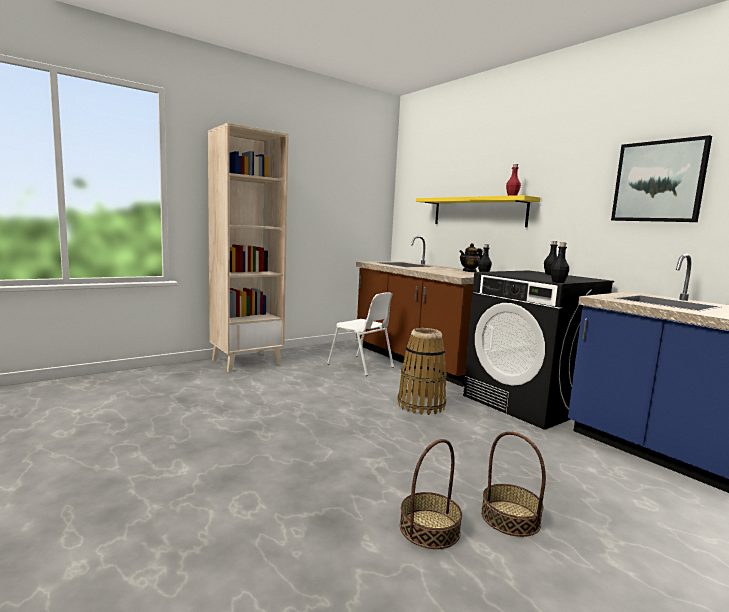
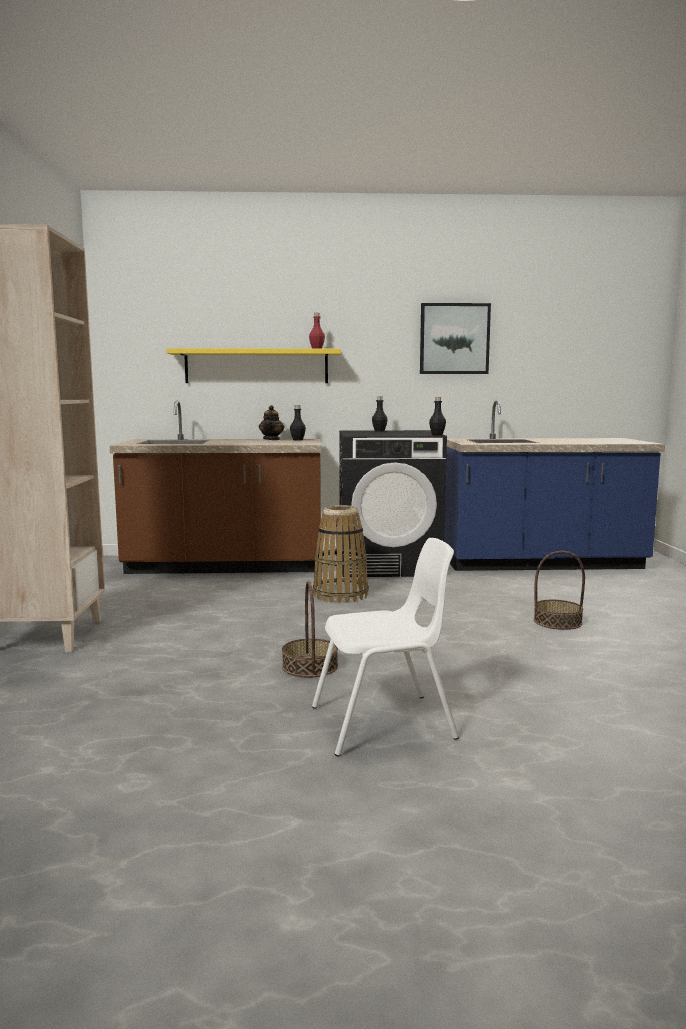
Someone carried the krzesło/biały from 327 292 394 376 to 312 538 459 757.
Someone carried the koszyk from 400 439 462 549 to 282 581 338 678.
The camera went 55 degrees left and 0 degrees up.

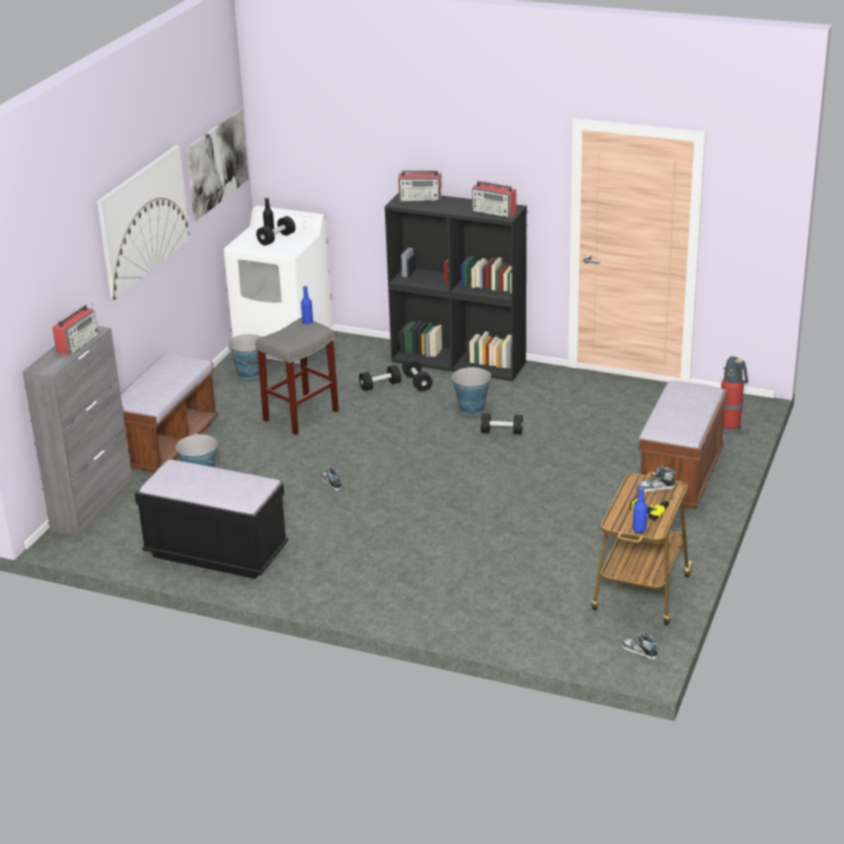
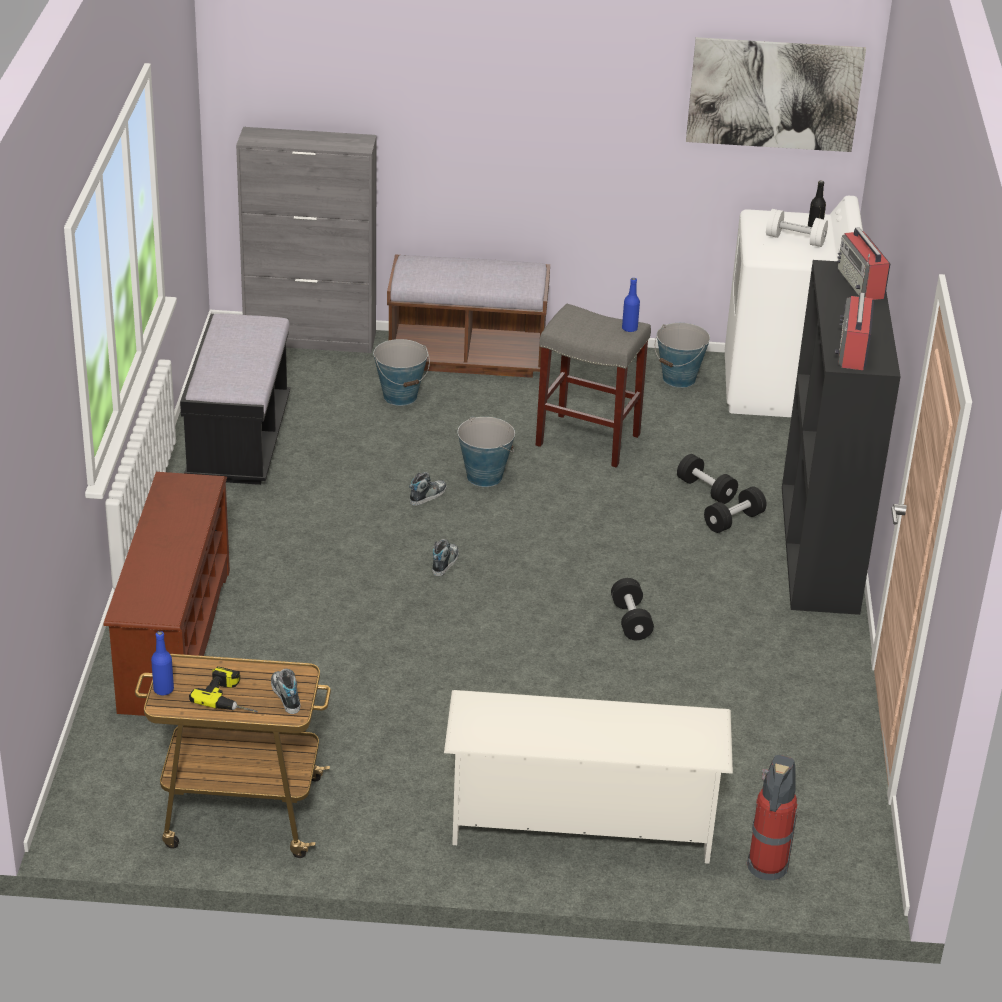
Someone took away the radio at 52 303 98 355.
Someone took away the obraz at 97 145 190 300.
Someone put down the regał na buty/brązowy at 103 472 230 716.
Someone carried the wiadro from 451 367 491 414 to 458 416 515 487.
Someone carried the but from 621 632 658 660 to 432 539 459 576.
Someone swapped the ławka/brązowy at 637 380 728 509 for the regał na buty/biały at 444 690 733 864.
Someone repainted the hantel/czarny at 256 216 295 246, which became the hantel/biały at 766 209 828 247.
The camera went 70 degrees right and 5 degrees up.

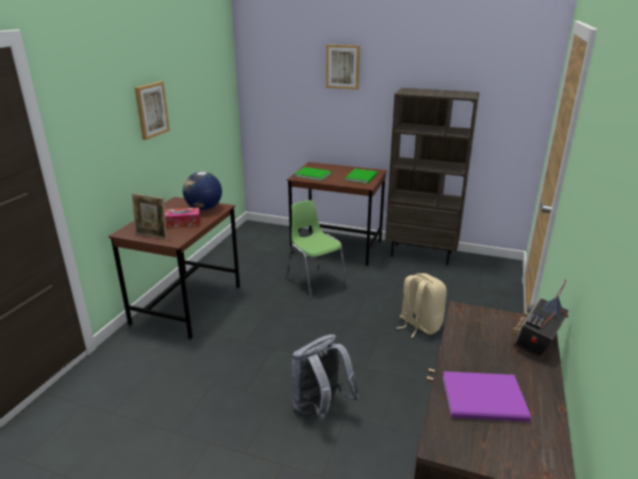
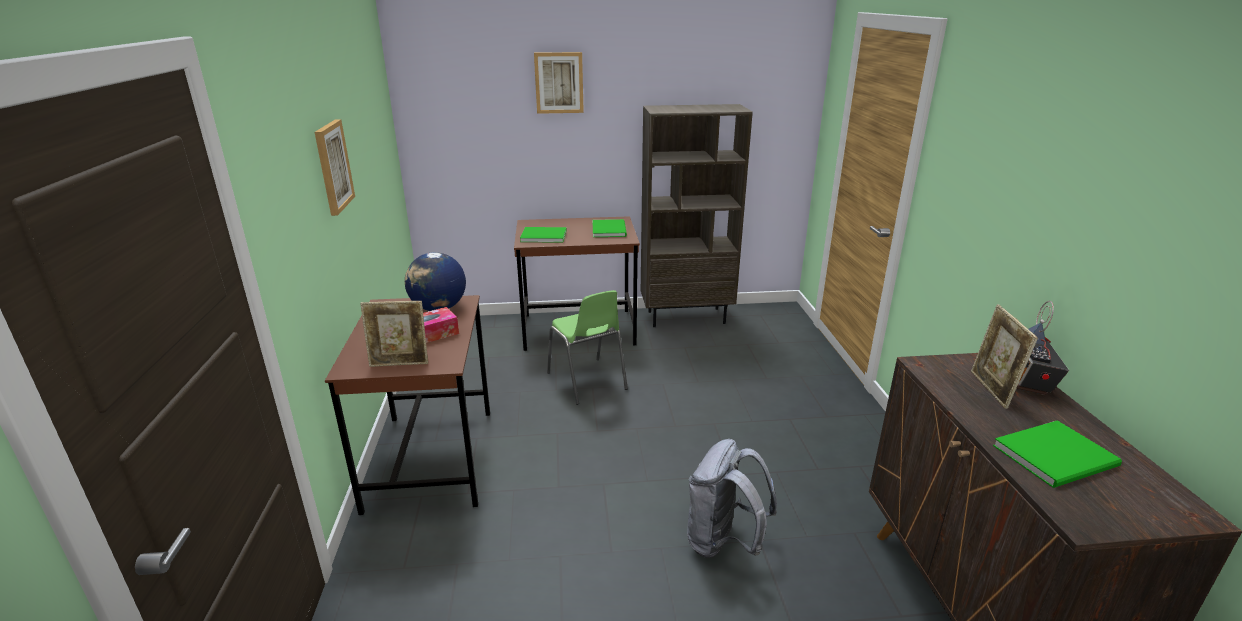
Someone took away the plecak/beżowy at 397 273 447 338.
Someone put down the ramka na zdjęcie at 971 304 1038 409.
Someone repainted the książka/fioletowy at 443 371 531 422, which became the książka/zielony at 993 420 1122 488.
Someone rotated the krzesło/zielony at 286 200 347 299 by 150 degrees counterclockwise.
The camera went 25 degrees left and 0 degrees up.

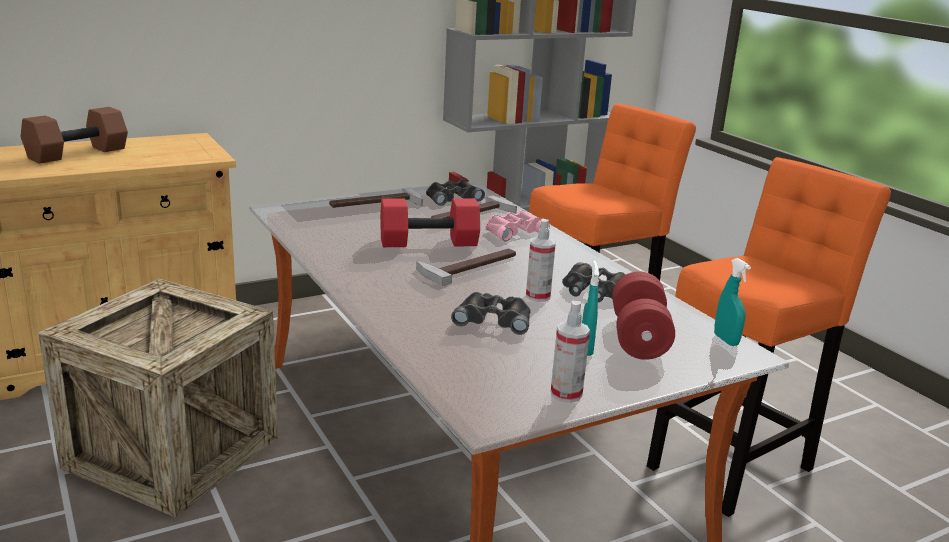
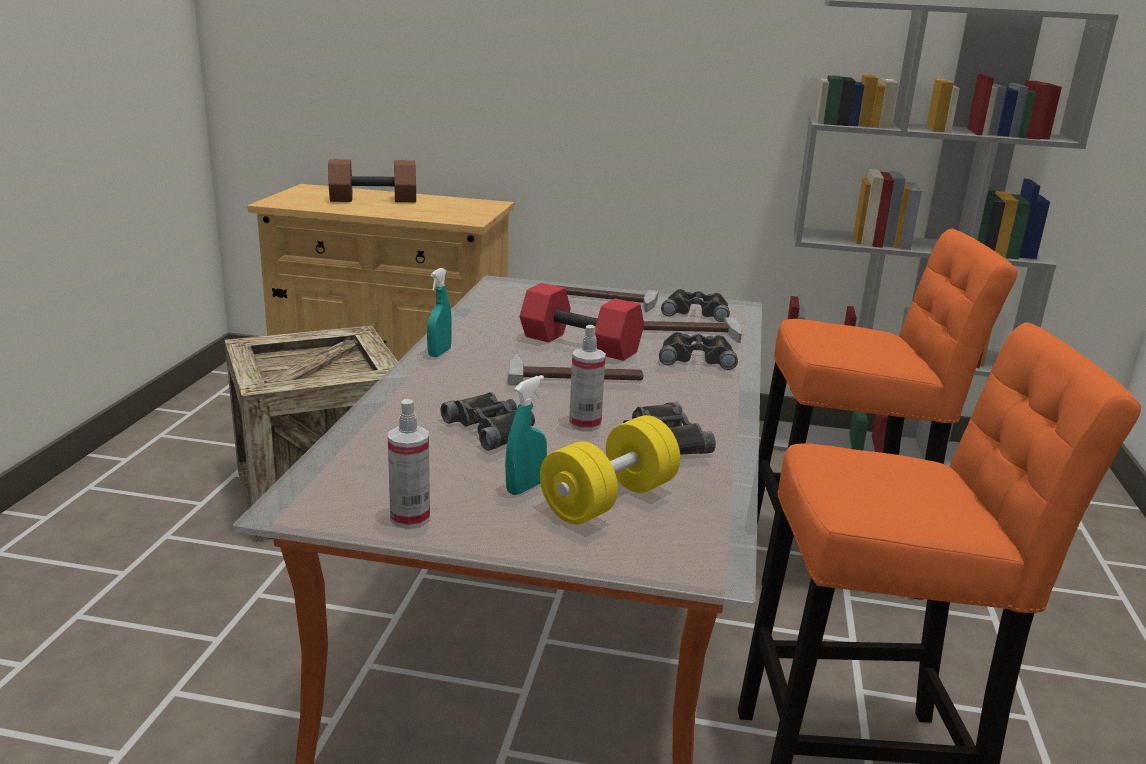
Someone carried the spryskiwacz/turkusowy from 714 258 751 346 to 427 268 452 357.
Someone repainted the lornetka/różowy at 485 210 550 241, which became the lornetka/czarny at 659 332 738 370.
Someone repainted the hantel/czerwony at 612 271 675 360, which became the hantel/żółty at 540 415 680 525.
The camera went 40 degrees right and 0 degrees up.

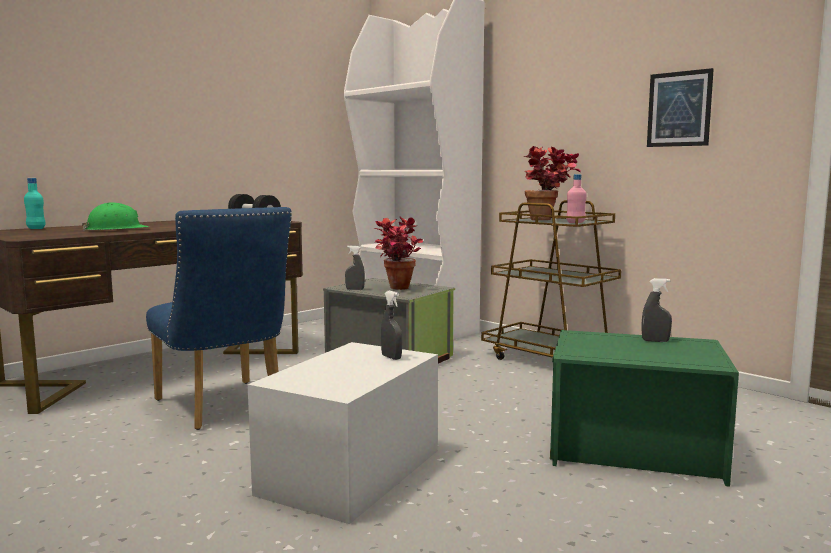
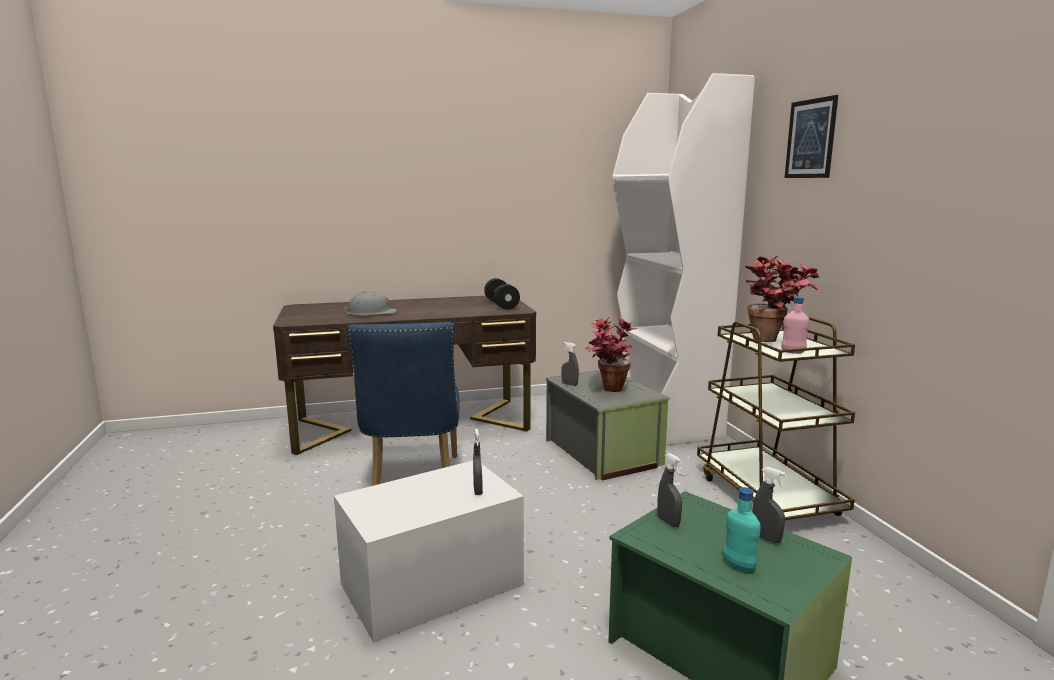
Someone put down the spryskiwacz/szary at 657 453 682 527.
Someone carried the butelka/turkusowy from 24 178 45 229 to 724 487 761 572.
Someone carried the obraz from 647 68 714 147 to 785 95 838 178.
Someone repainted the kask/zielony at 82 202 149 231, which became the kask/szary at 344 291 397 315.
The camera went 30 degrees right and 5 degrees up.

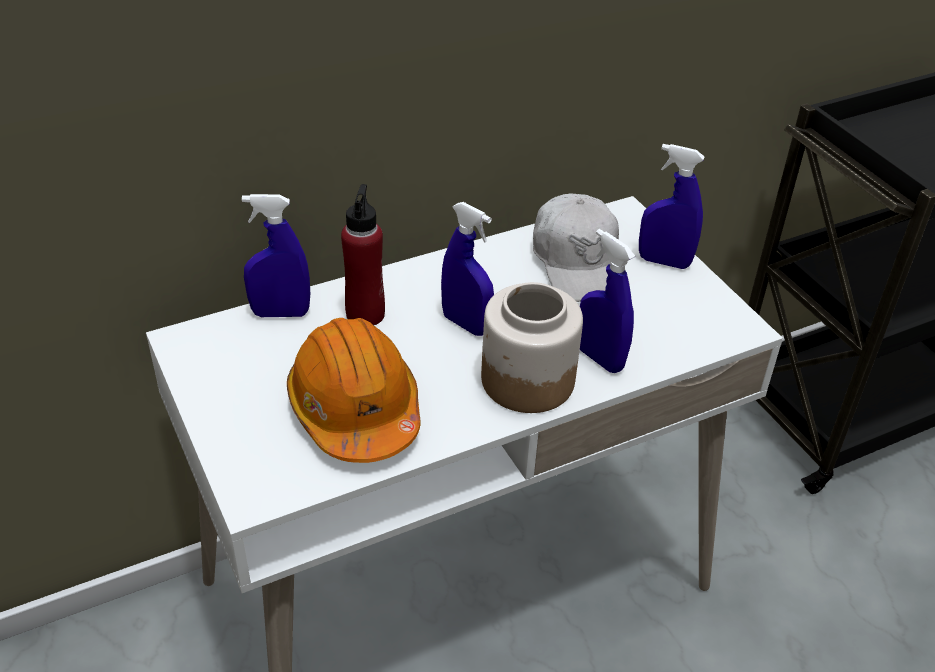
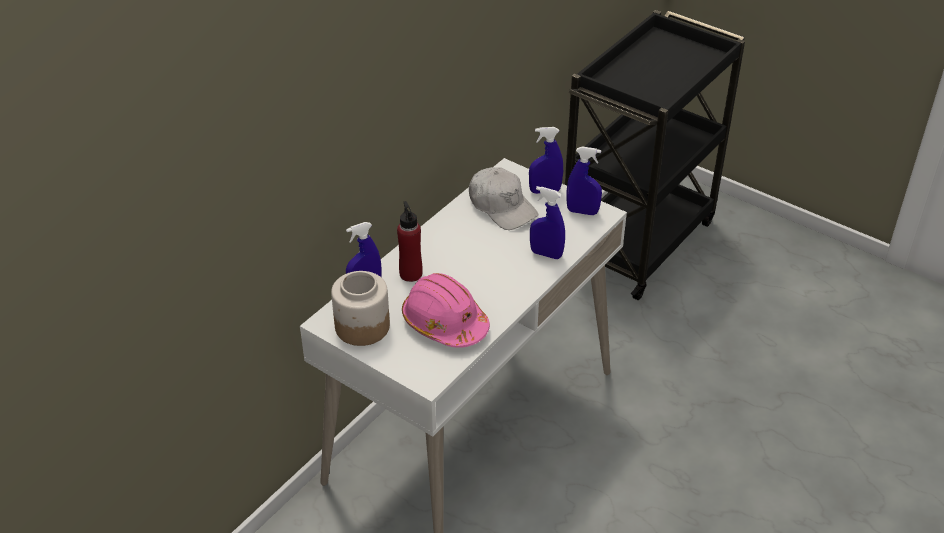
Someone carried the spryskiwacz/niebieski from 441 202 494 336 to 566 147 602 215.
Someone carried the słoik from 481 282 583 413 to 331 271 390 346.
Someone repainted the kask/pomarańczowy at 287 318 421 463, which became the kask/różowy at 402 273 490 348.
The camera went 25 degrees left and 0 degrees up.

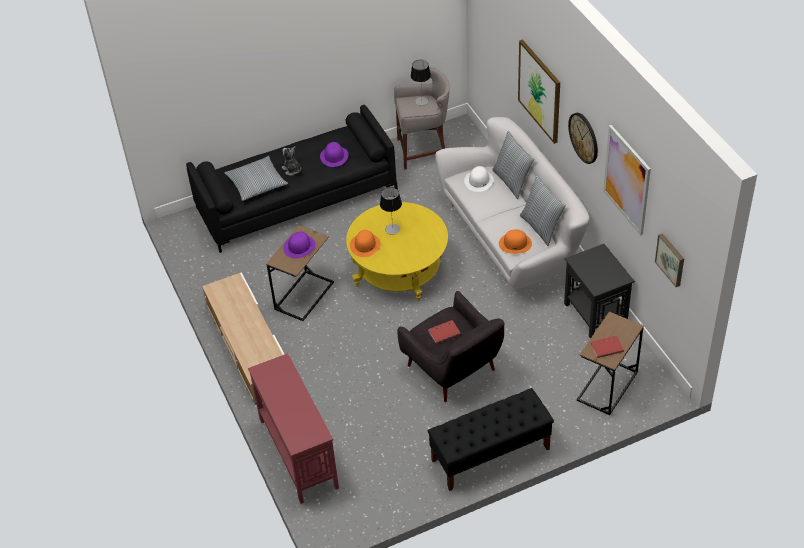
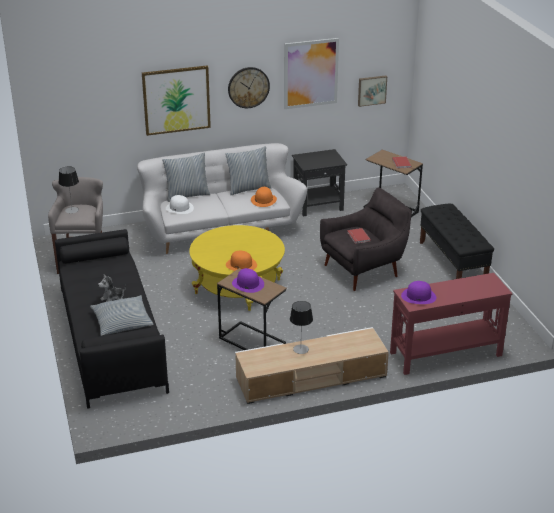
Someone carried the kapelusz/fioletowy from 320 142 349 167 to 401 281 436 304.
Someone carried the lampa stołowa from 380 187 402 235 to 290 301 313 354.
The camera went 85 degrees left and 15 degrees down.

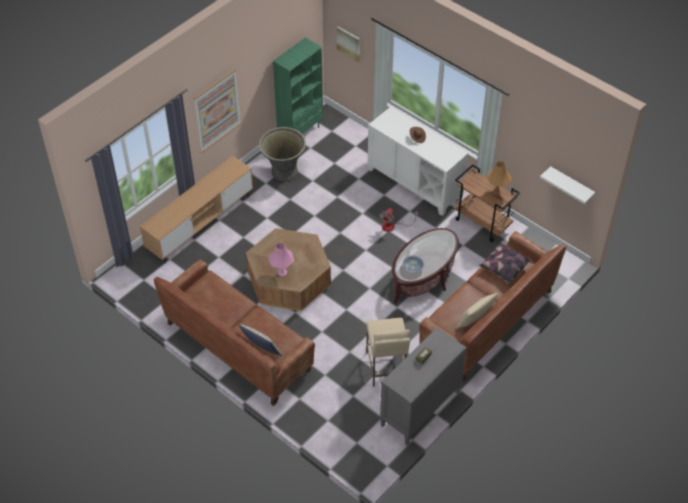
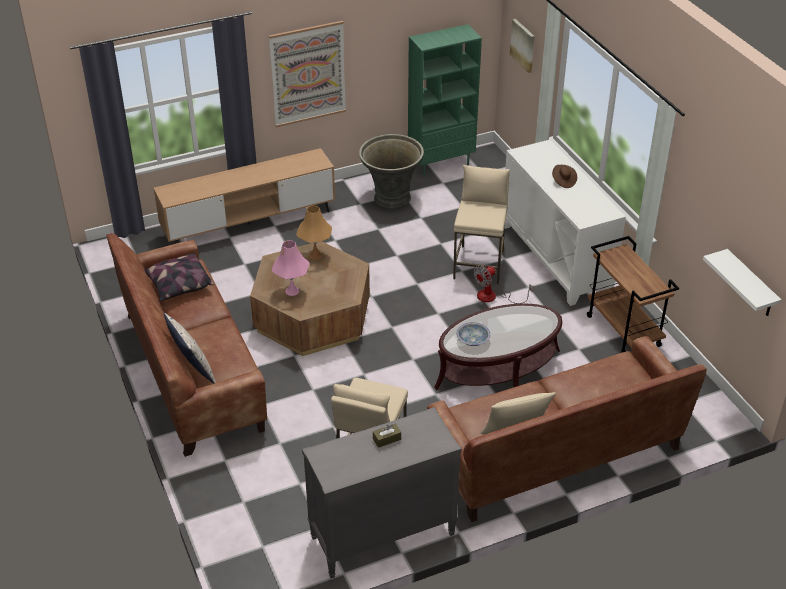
Someone put down the stołek/beżowy at 453 165 510 284.
Someone carried the poduszka from 479 243 532 284 to 144 253 214 301.
Someone carried the lampa stołowa/pomarańczowy from 486 161 512 195 to 296 206 332 260.
The camera went 25 degrees right and 10 degrees down.

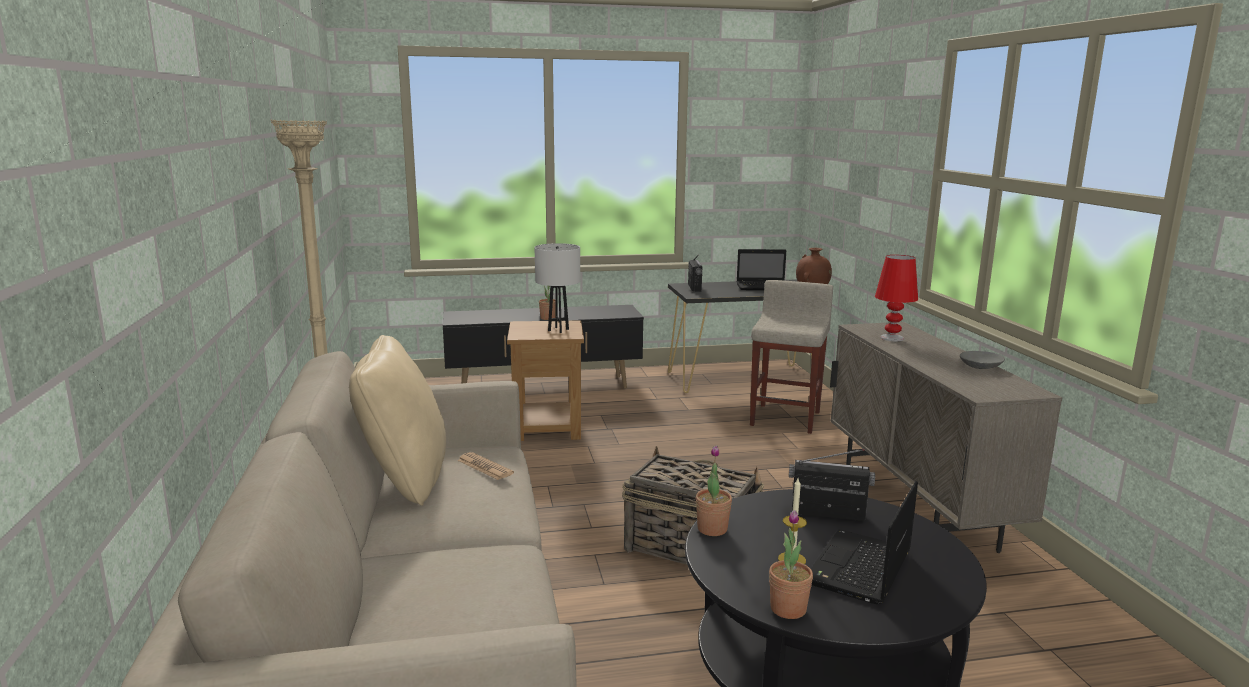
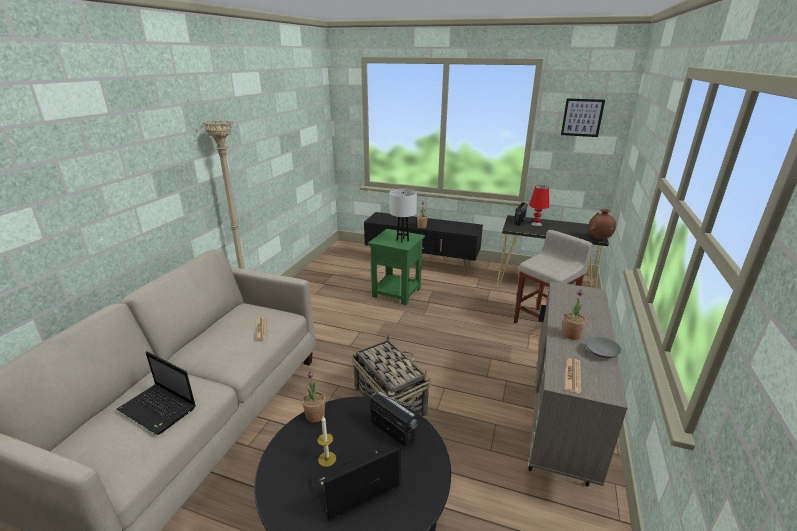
Someone took away the poduszka/beżowy at 349 335 446 506.
Someone put up the obraz at 561 98 605 137.
Someone put down the gazeta at 565 358 581 393.
Someone carried the laptop from 736 249 786 290 to 117 351 196 435.
Someone carried the roślina doniczkowa from 769 510 813 619 to 563 290 586 340.
Someone carried the lampa stołowa/czerwony from 875 255 918 341 to 529 185 549 226.
Someone repainted the stolik/brązowy at 507 320 584 441, which became the stolik/zielony at 368 229 425 305.
The camera went 30 degrees right and 10 degrees up.

